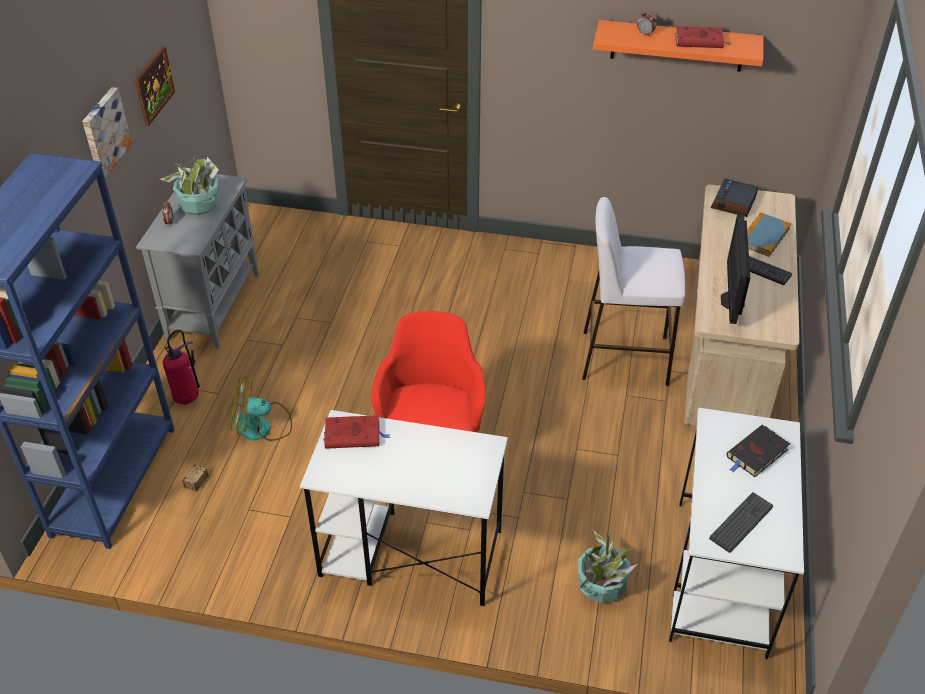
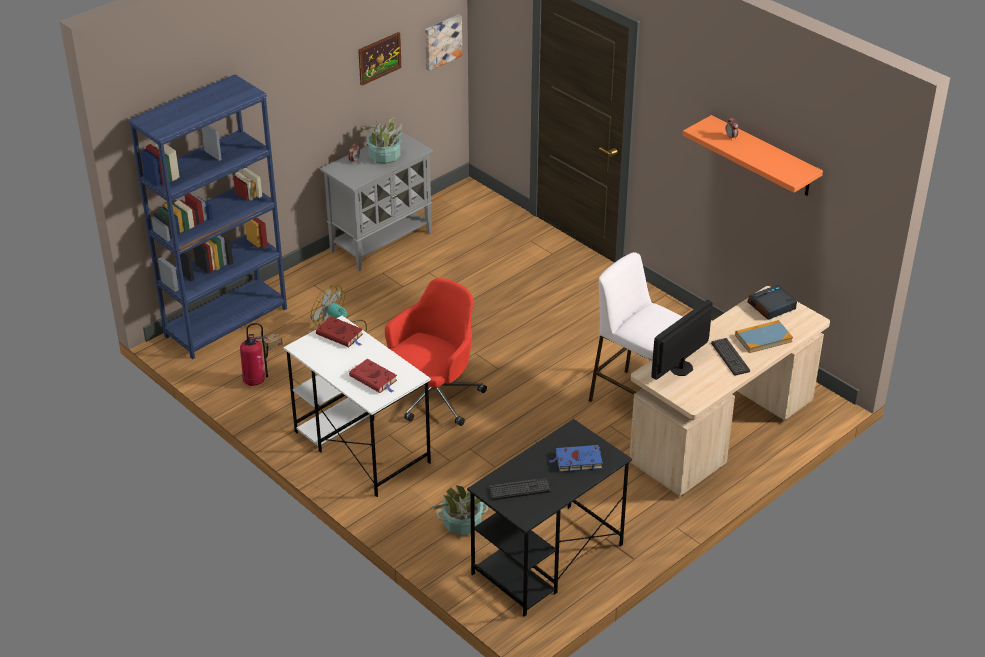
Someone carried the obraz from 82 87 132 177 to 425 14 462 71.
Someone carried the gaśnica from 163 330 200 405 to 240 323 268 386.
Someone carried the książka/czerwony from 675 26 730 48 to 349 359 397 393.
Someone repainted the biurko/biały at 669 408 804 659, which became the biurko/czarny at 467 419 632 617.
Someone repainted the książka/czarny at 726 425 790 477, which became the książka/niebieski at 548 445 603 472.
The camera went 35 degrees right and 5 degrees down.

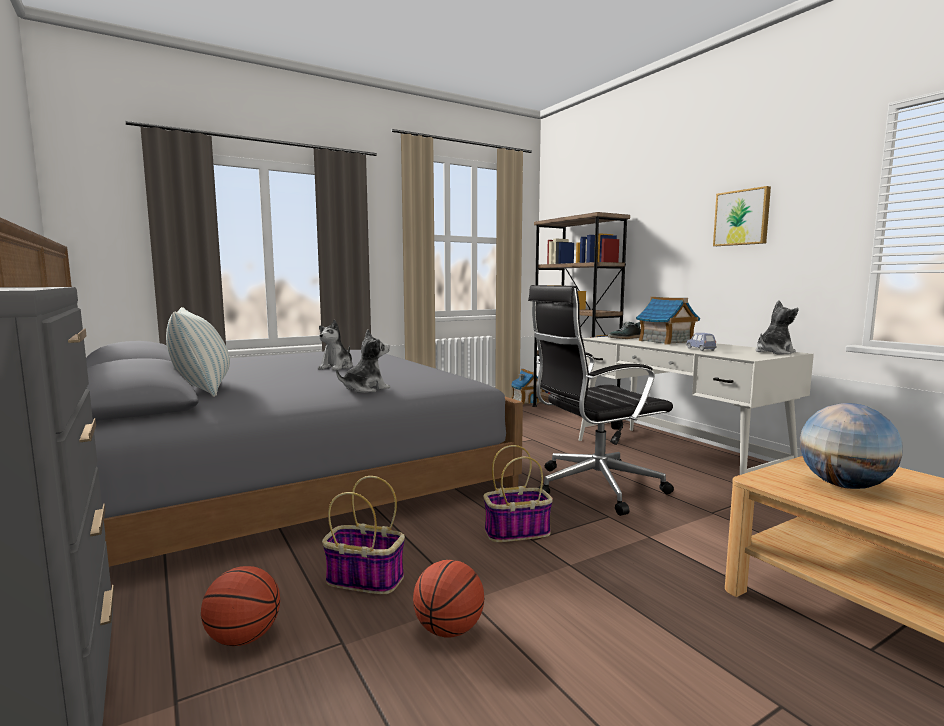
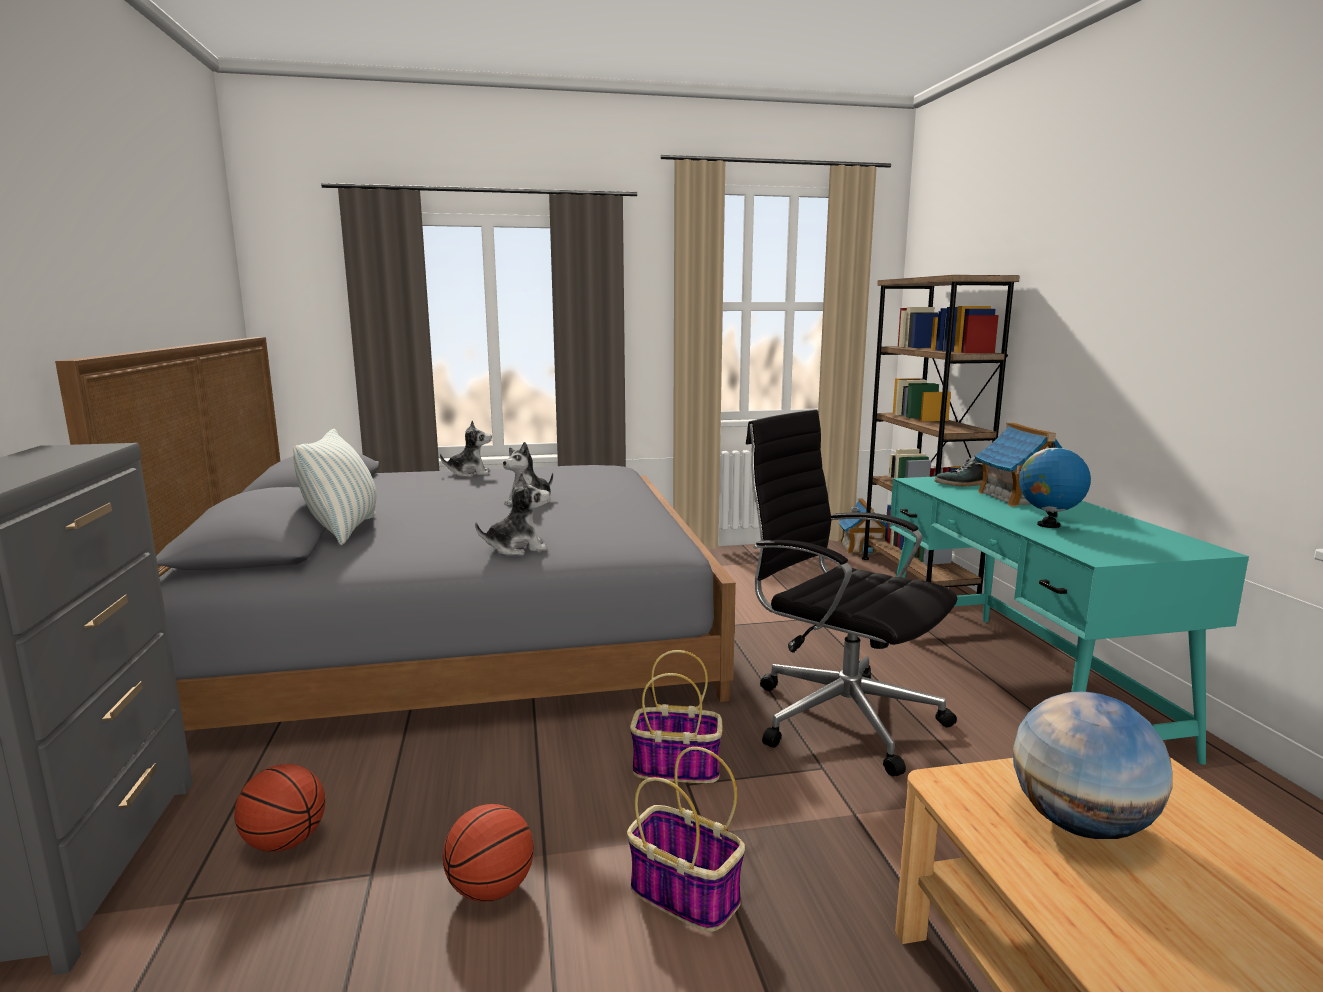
Someone took away the obraz at 713 186 771 246.
Someone carried the koszyk from 322 476 405 594 to 627 747 745 932.
Someone carried the pluszak from 756 300 799 354 to 440 420 492 477.
Someone swapped the samochodzik/niebieski at 686 333 717 351 for the globus at 1019 443 1091 528.
Someone repainted the biurko/biały at 578 336 814 475, which became the biurko/turkusowy at 889 476 1249 765.
Someone rotated the krzesło biurowe/czarny at 528 285 674 516 by 45 degrees clockwise.
The camera went 20 degrees right and 5 degrees up.

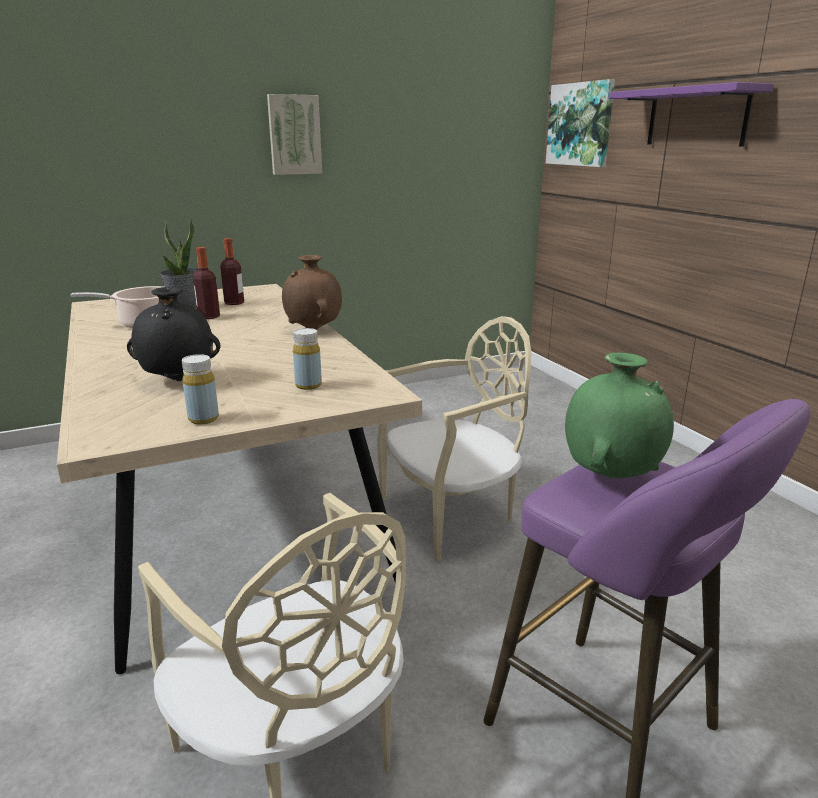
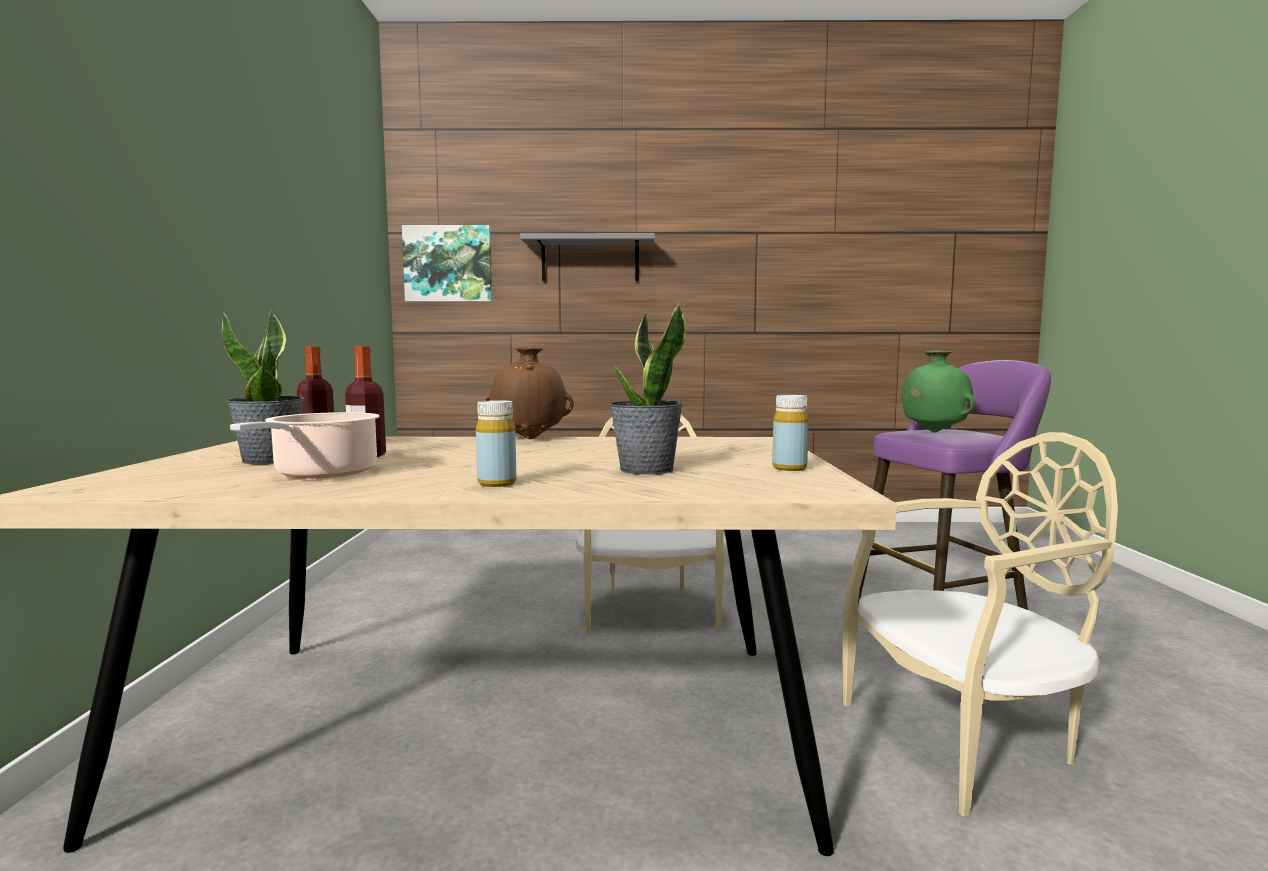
Someone took away the obraz at 267 94 322 175.
Someone carried the butelka/żółty from 293 328 322 390 to 476 400 516 487.
Someone swapped the wazon/czarny at 127 287 220 381 for the roślina doniczkowa at 609 304 686 475.
Someone repainted the półka/fioletowy at 609 82 774 146, which became the półka/szary at 520 233 655 281.
The camera went 65 degrees left and 15 degrees down.

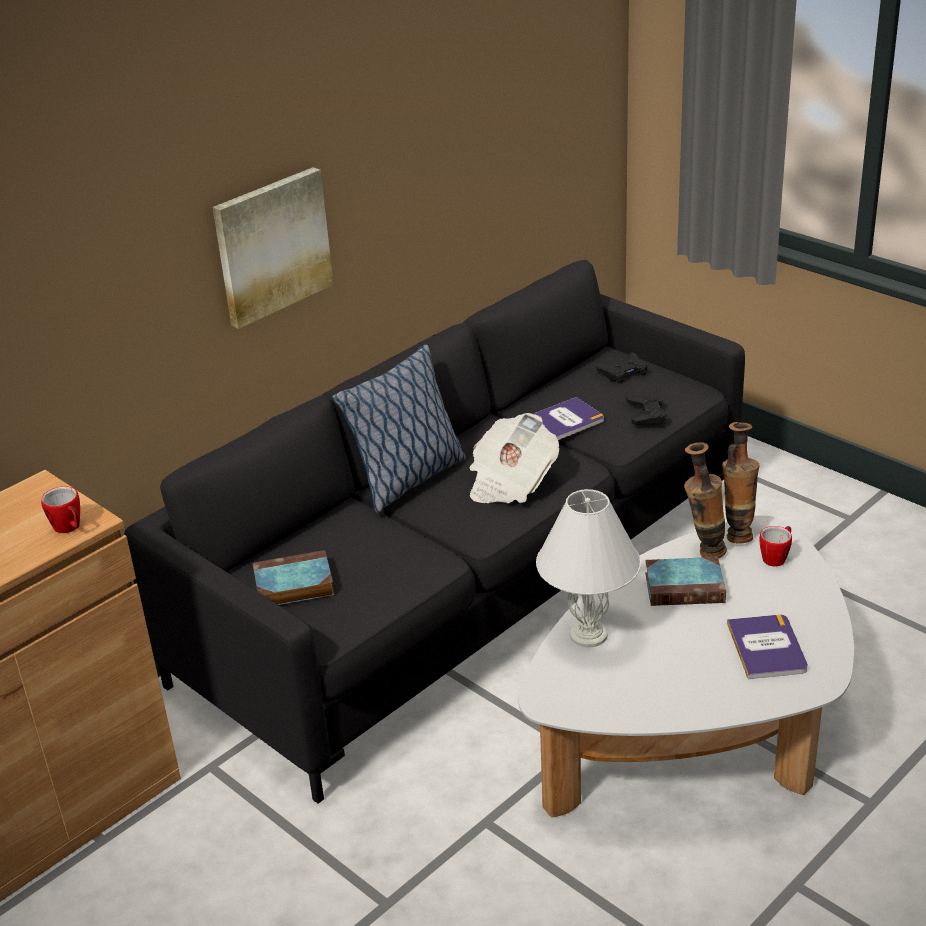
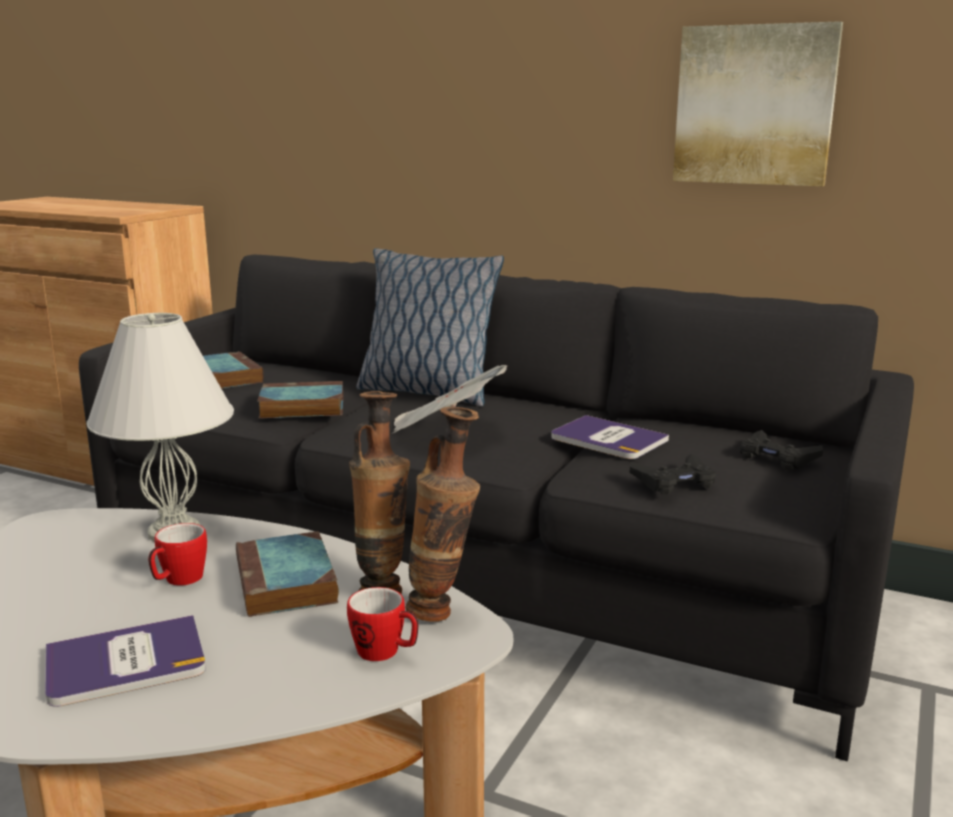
Someone put down the książka at 257 381 343 418.
Someone carried the kubek from 41 486 80 533 to 148 523 207 586.
Someone carried the obraz from 213 167 334 329 to 673 21 843 186.
The camera went 70 degrees right and 15 degrees down.

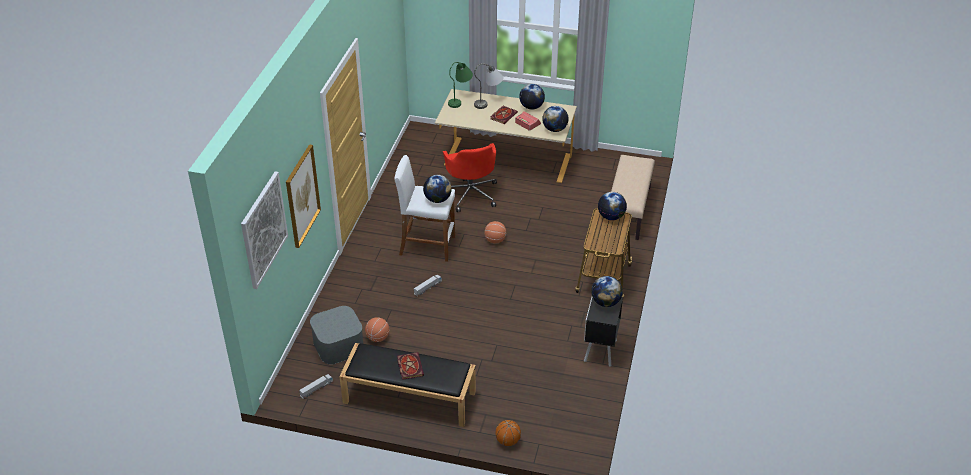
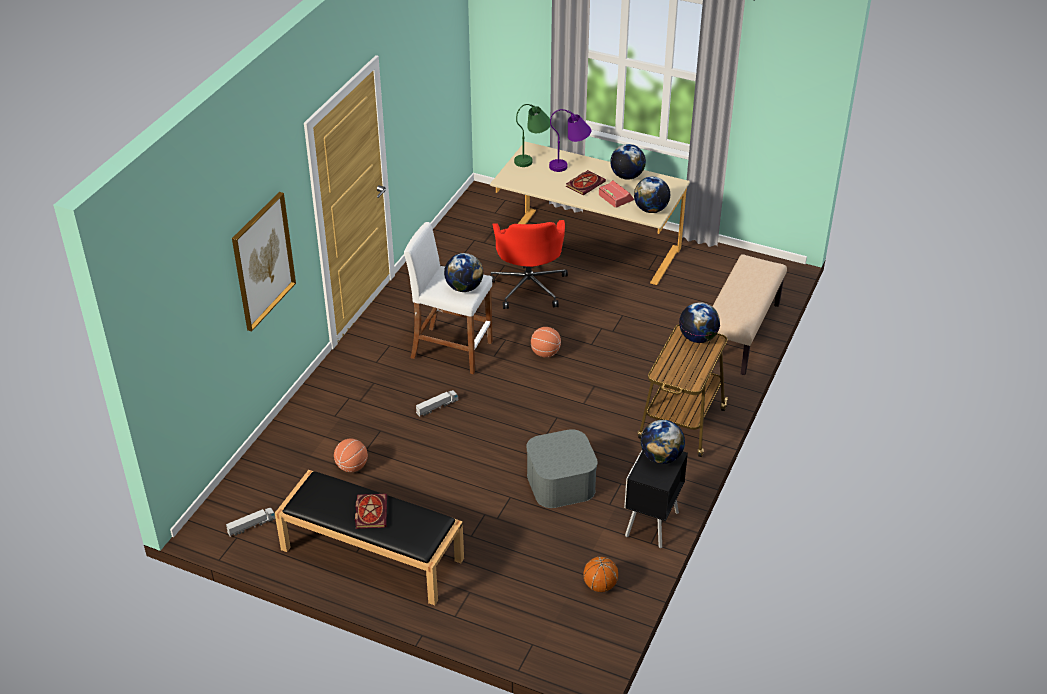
Someone took away the obraz at 241 171 288 289.
Someone carried the pojemnik do przechowywania/szary from 310 306 363 364 to 526 429 598 508.
Someone carried the piłka do koszykówki from 495 420 521 446 to 584 557 618 592.
Someone repainted the lampa stołowa/szary at 474 64 503 109, which became the lampa stołowa/fioletowy at 549 109 591 172.
The camera went 10 degrees right and 0 degrees up.

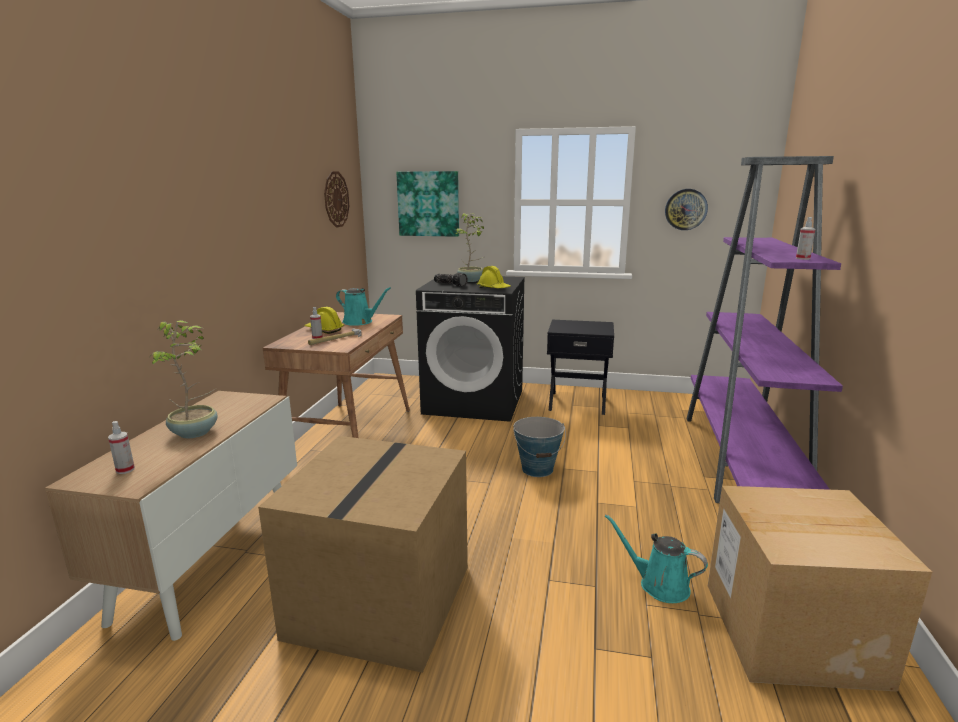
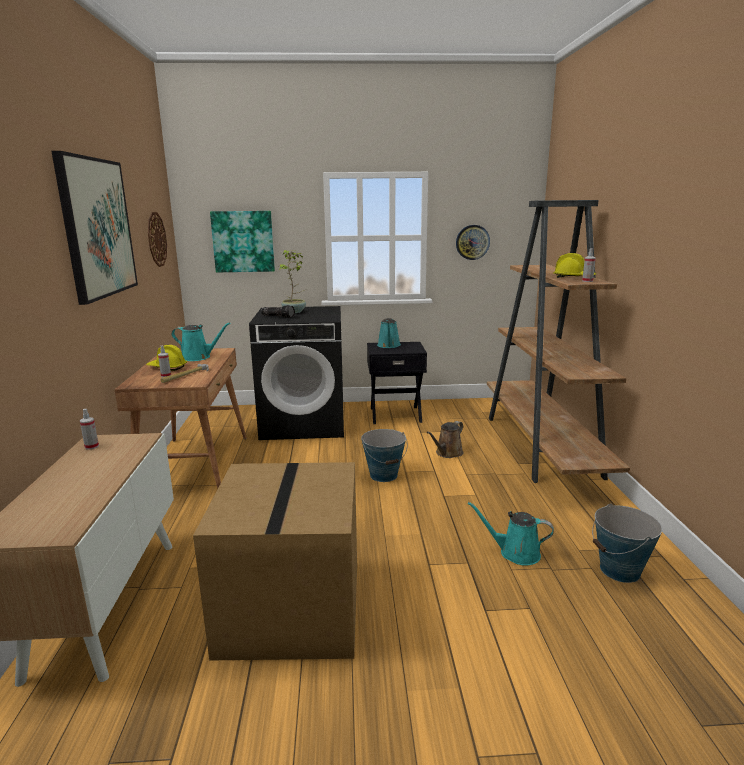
Someone took away the roślina doniczkowa at 152 320 218 438.
Someone put up the obraz at 51 151 138 305.
Someone put down the konewka/turkusowy at 377 318 401 348.
Someone put down the konewka/brązowy at 427 421 464 458.
Someone carried the spryskiwacz from 108 421 135 474 to 80 409 99 450.
Someone carried the kask/żółty from 477 266 511 288 to 553 253 596 278.
Someone swapped the karton at 708 486 932 692 for the wiadro at 592 503 662 583.
Someone repainted the regał/fioletowy at 686 156 843 503, which became the regał/brązowy at 487 200 630 483.
The camera went 15 degrees left and 0 degrees up.

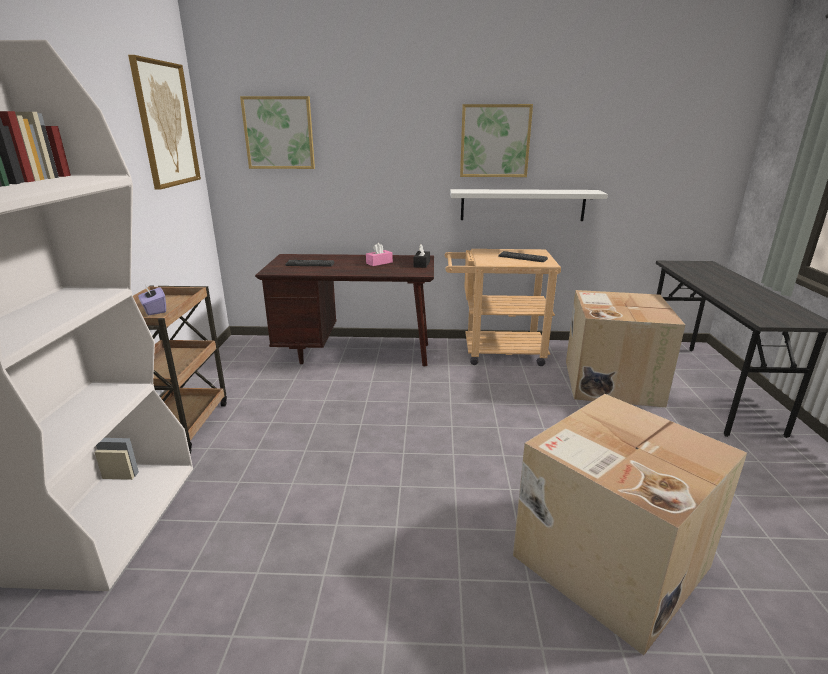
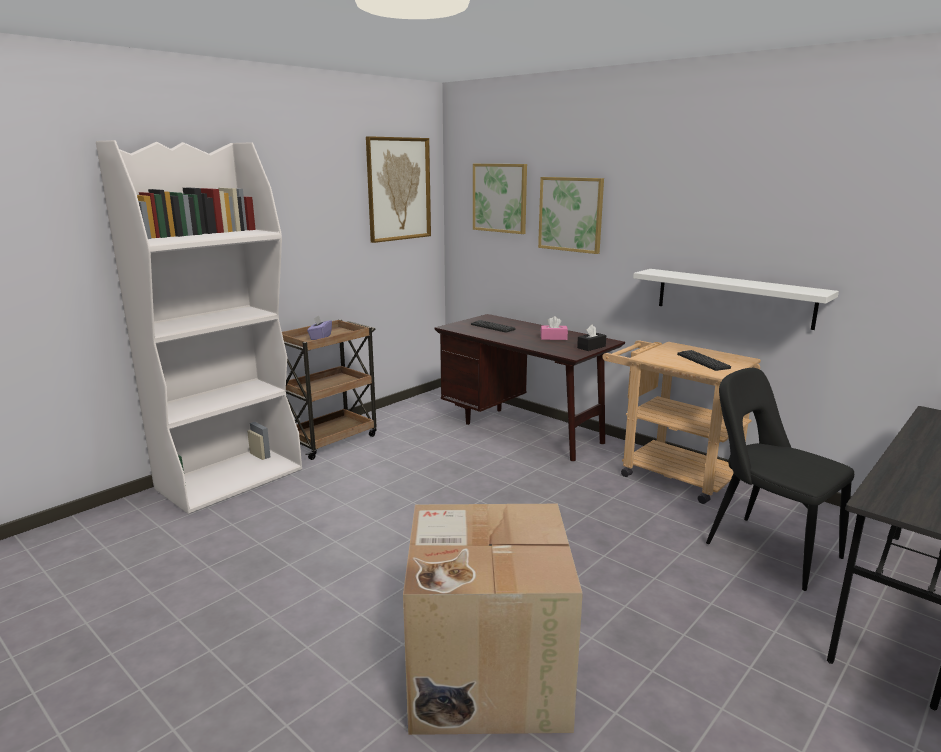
Someone carried the obraz from 460 104 533 177 to 538 177 604 254.
Someone swapped the karton at 566 290 685 407 for the krzesło/czarny at 706 368 854 591.
The camera went 40 degrees right and 5 degrees down.

